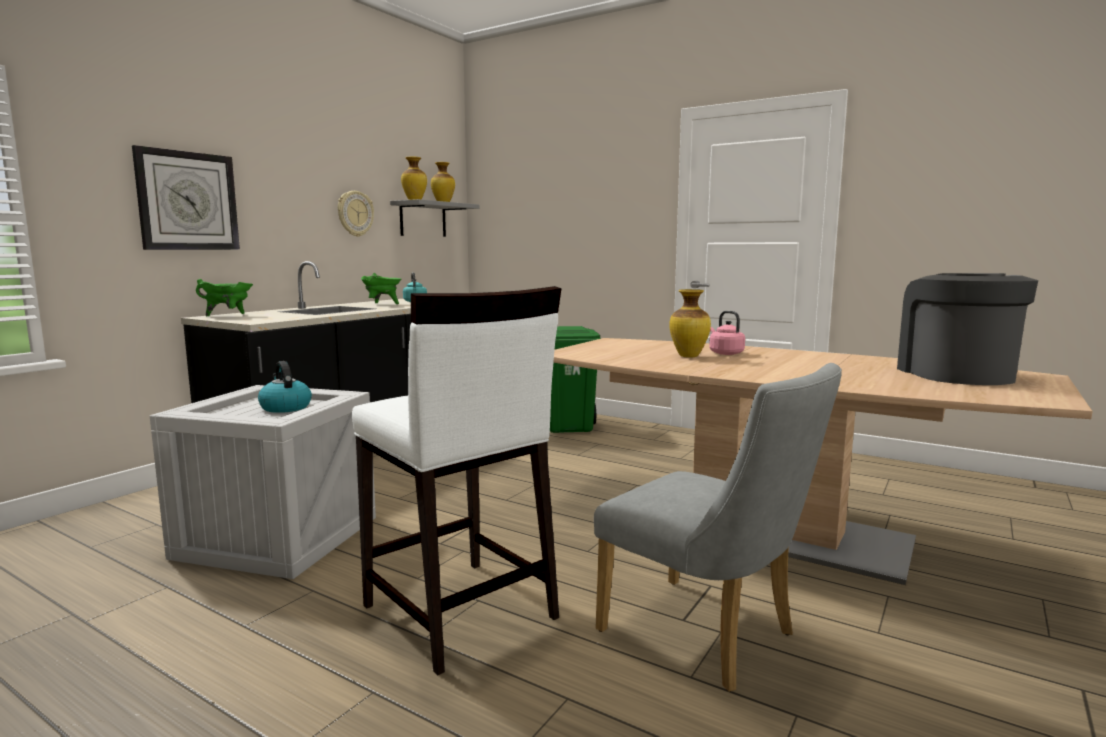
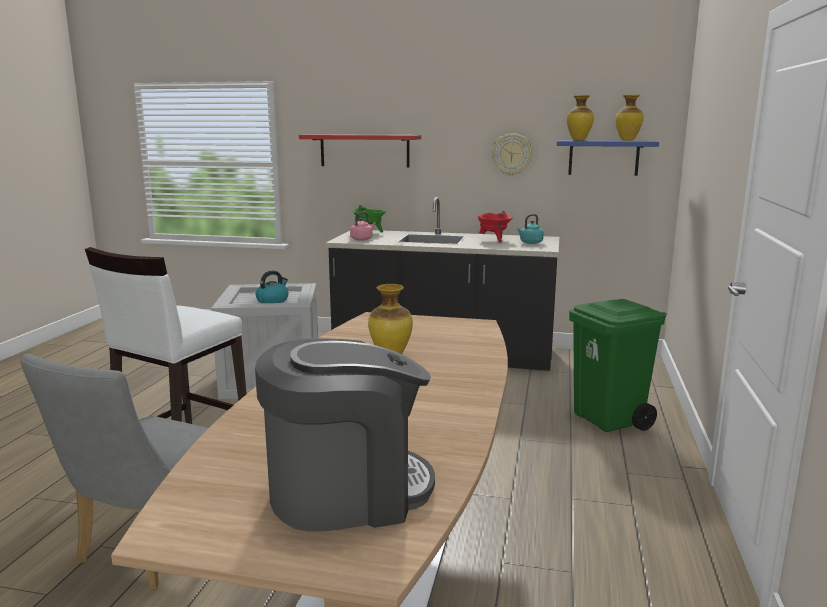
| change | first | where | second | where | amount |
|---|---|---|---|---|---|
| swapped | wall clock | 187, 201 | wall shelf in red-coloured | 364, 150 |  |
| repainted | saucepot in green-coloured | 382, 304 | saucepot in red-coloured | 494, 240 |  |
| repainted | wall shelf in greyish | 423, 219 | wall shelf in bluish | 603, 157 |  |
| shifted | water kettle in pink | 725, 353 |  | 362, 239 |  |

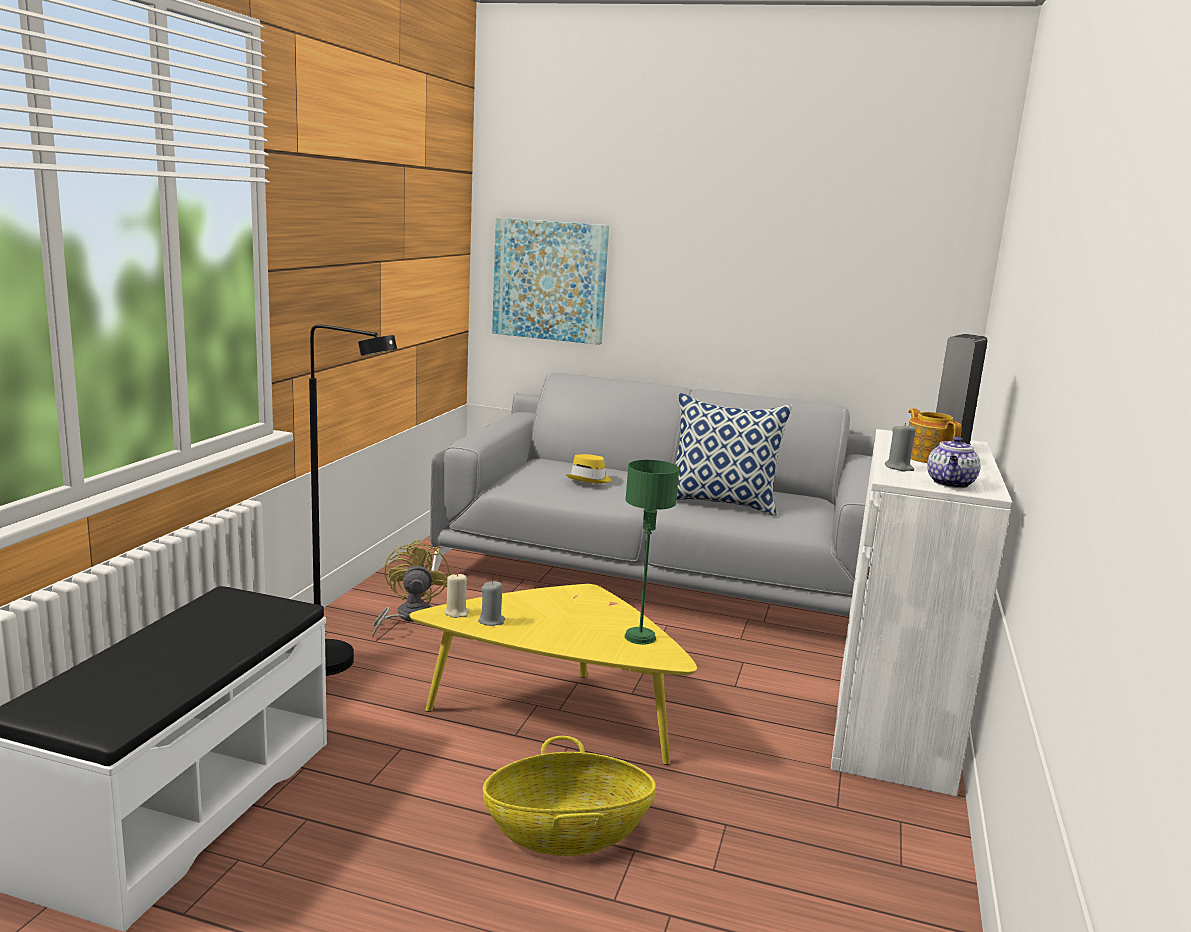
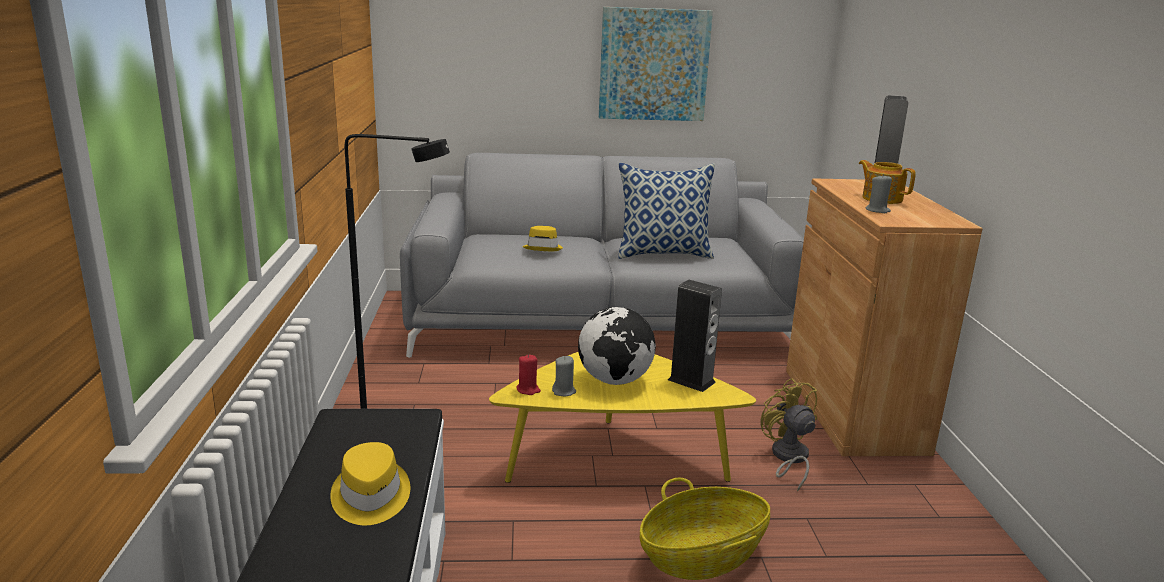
| change | first | where | second | where | amount |
|---|---|---|---|---|---|
| shifted | cooling fan in yellow | 408, 617 |  | 788, 458 |  |
| repainted | wax light in sand-coloured | 456, 613 | wax light in red-coloured | 528, 390 |  |
| shifted | picture | 550, 280 |  | 653, 64 |  |
| swapped | lamp for a table in green-coloured | 640, 637 | loudspeaker | 691, 381 |  |
| repainted | cabinet in whitish | 892, 723 | cabinet in brownish | 853, 409 |  |
| gone | teapot | 951, 484 |  |  |  |
| new |  |  | wearable hat in yellow | 370, 497 |  |
| new |  |  | desk globe | 615, 381 |  |

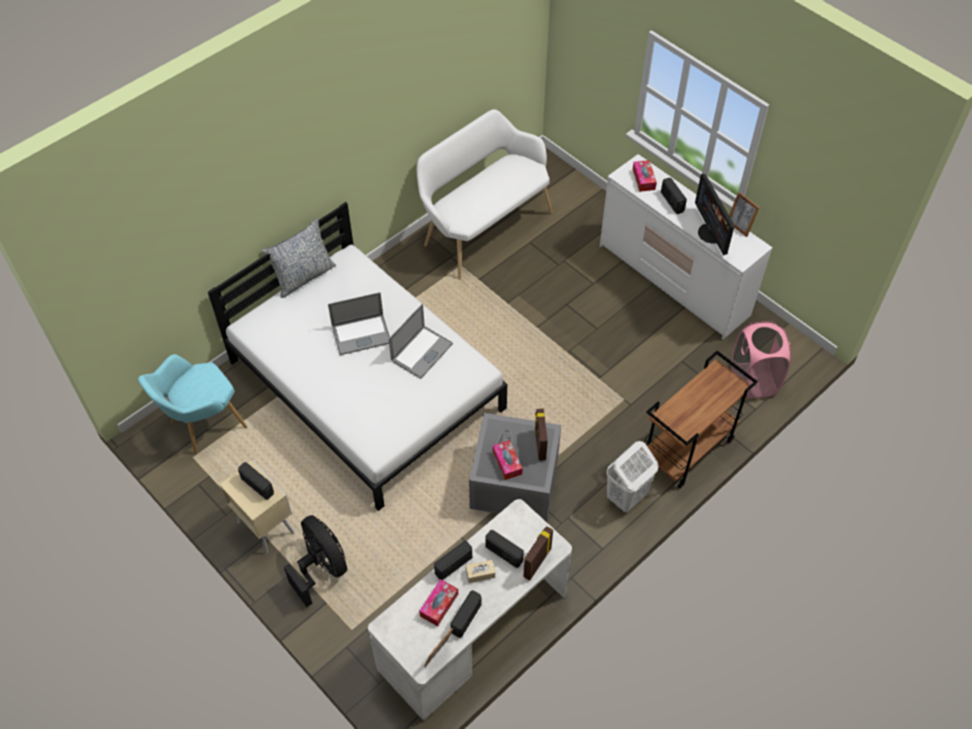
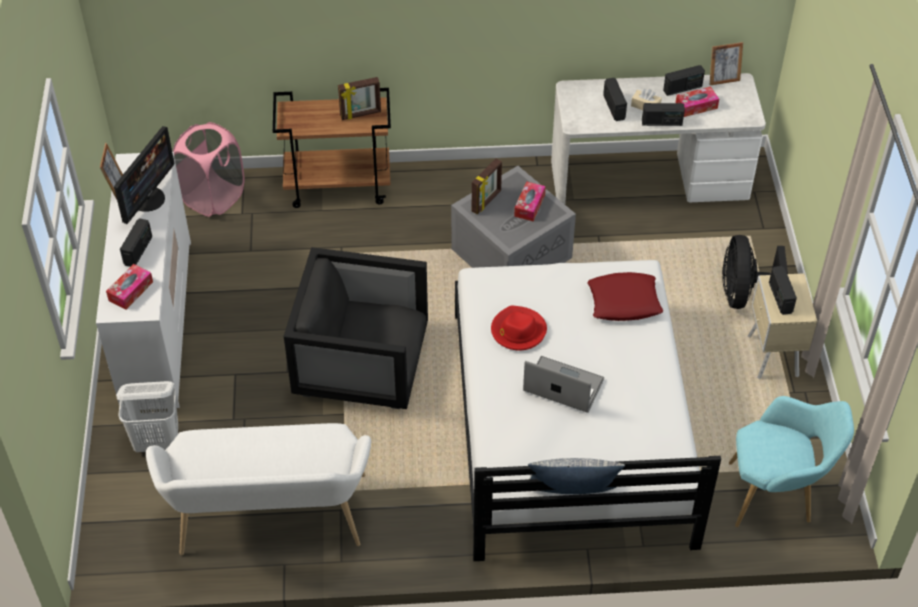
| change | first | where | second | where | amount |
|---|---|---|---|---|---|
| swapped | notebook computer | 422, 352 | wearable hat in red-coloured | 518, 331 |  |
| shifted | standing frame | 536, 562 |  | 360, 114 |  |
| shifted | laundry basket in whitish | 626, 497 |  | 158, 442 |  |
| new |  |  | easy chair in black-coloured | 362, 364 |  |
| new |  |  | throw pillow in red-coloured | 623, 302 |  |

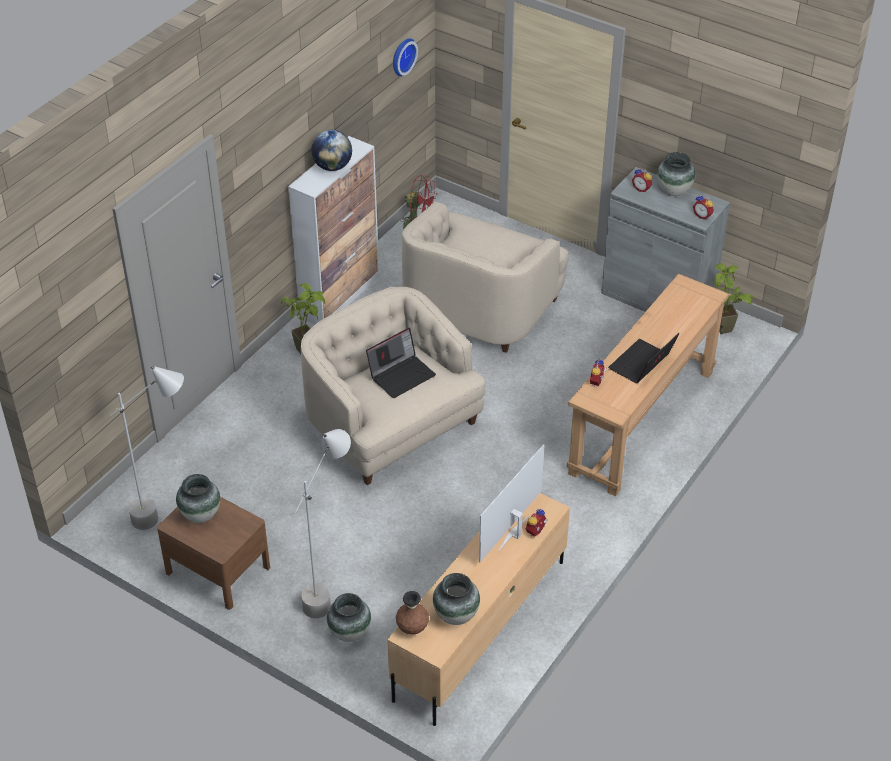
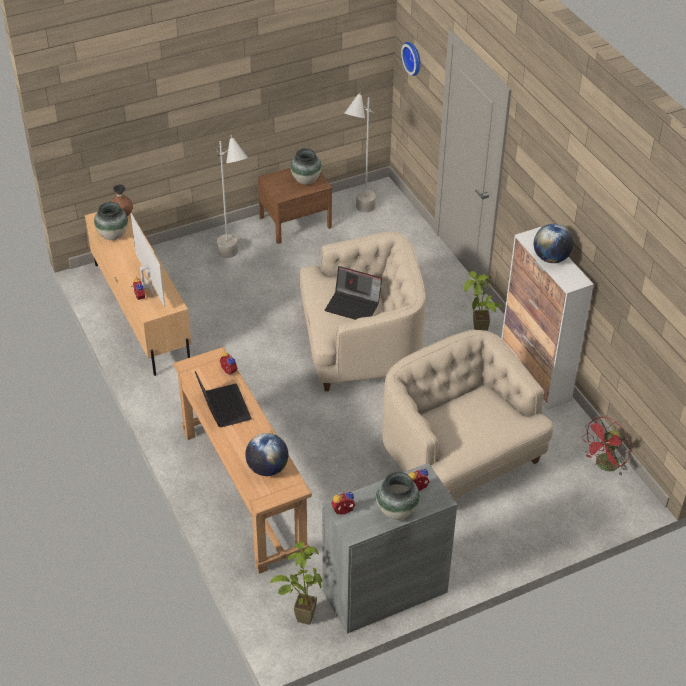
| change | first | where | second | where | amount |
|---|---|---|---|---|---|
| gone | flower vase | 349, 633 |  |  |  |
| rotated | notebook computer | 401, 375 |  | 354, 305 | 60 degrees counterclockwise |
| shifted | wall clock | 402, 56 |  | 413, 58 |  |
| new |  |  | desk globe | 267, 468 |  |

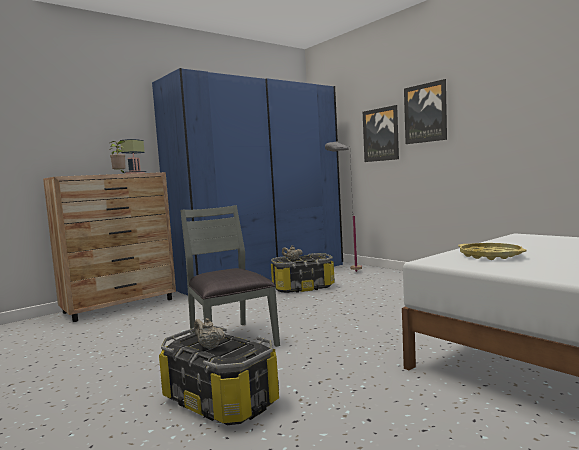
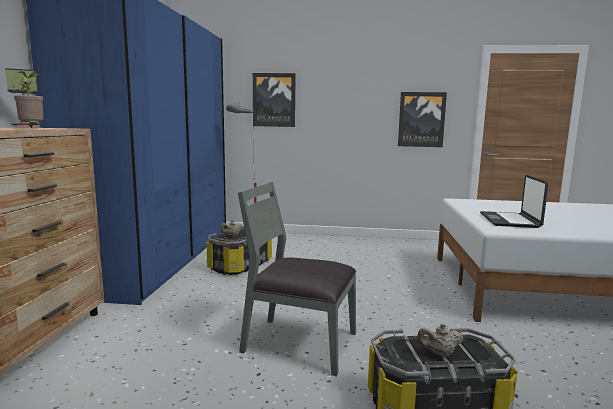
| change | first | where | second | where | amount |
|---|---|---|---|---|---|
| shifted | picture | 425, 113 |  | 421, 119 |  |
| swapped | carrying tray in yellow | 490, 256 | notebook computer | 510, 220 |  |

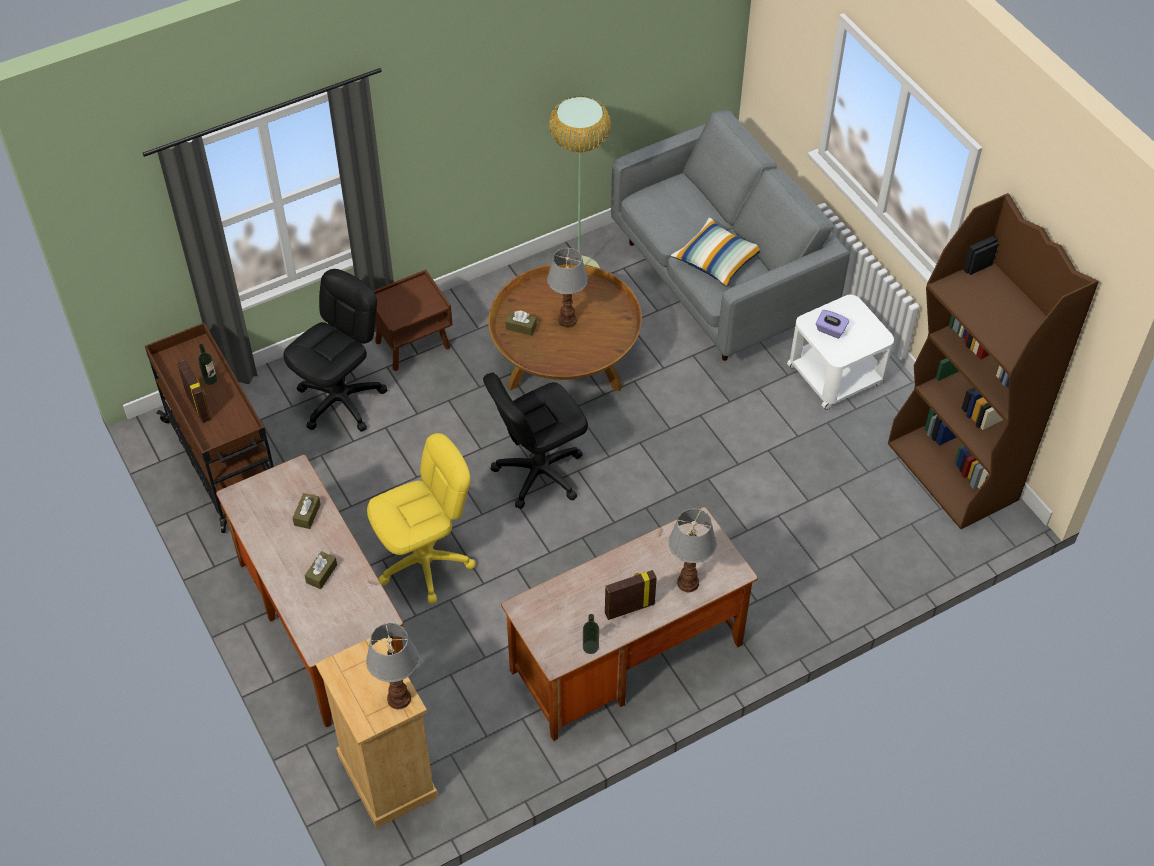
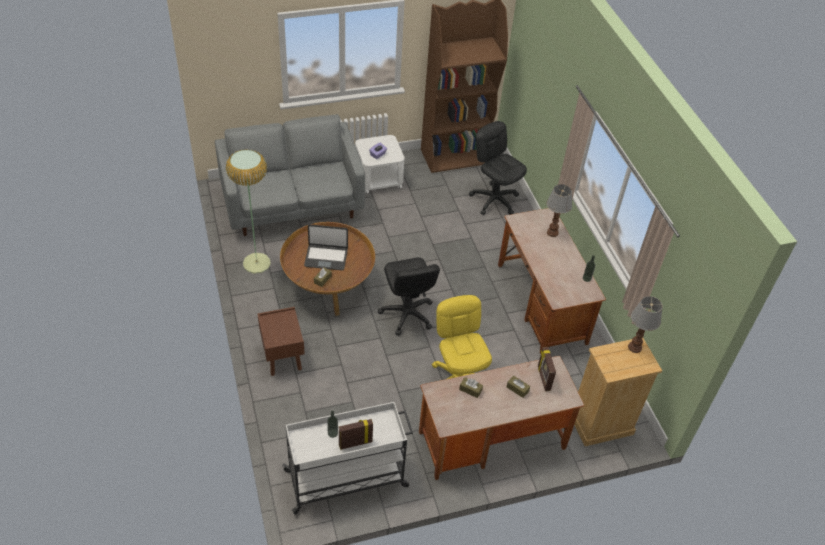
| change | first | where | second | where | amount |
|---|---|---|---|---|---|
| repainted | wheeled cart in brownish | 225, 463 | wheeled cart in whitish | 347, 478 |  |
| shifted | desk chair in black-coloured | 341, 401 |  | 494, 200 |  |
| swapped | lamp for a table | 568, 321 | notebook computer | 326, 257 |  |
| shifted | standing frame | 629, 608 |  | 543, 378 |  |
| gone | throw pillow | 717, 260 |  |  |  |

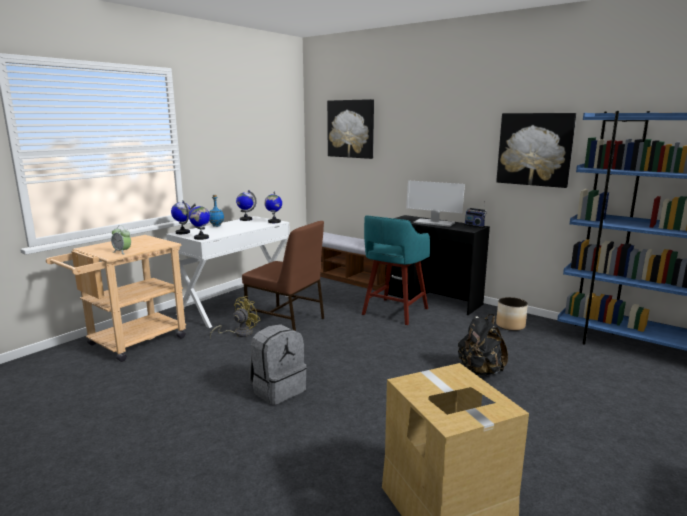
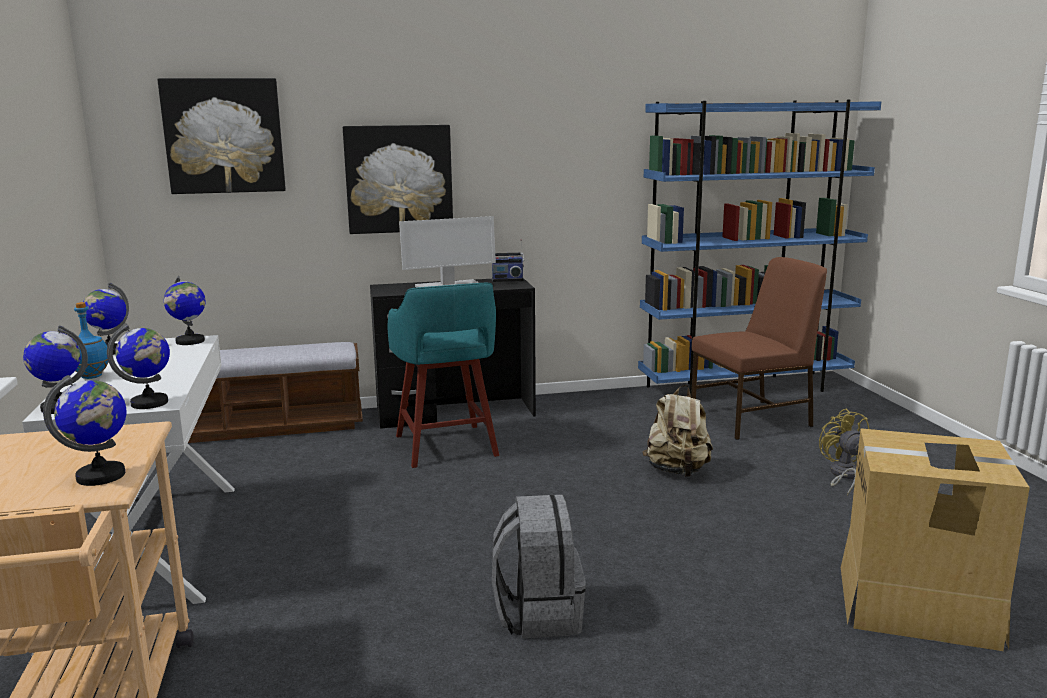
| change | first | where | second | where | amount |
|---|---|---|---|---|---|
| swapped | alarm clock | 122, 252 | desk globe | 101, 476 |  |
| shifted | cooling fan in yellow | 239, 333 |  | 843, 475 |  |
| shifted | plain chair in brownish | 286, 322 |  | 753, 419 |  |
| repainted | knapsack in black-coloured | 479, 372 | knapsack in sand-coloured | 677, 471 |  |
| shifted | picture | 534, 149 |  | 399, 179 |  |
| gone | plant pot | 510, 325 |  |  |  |

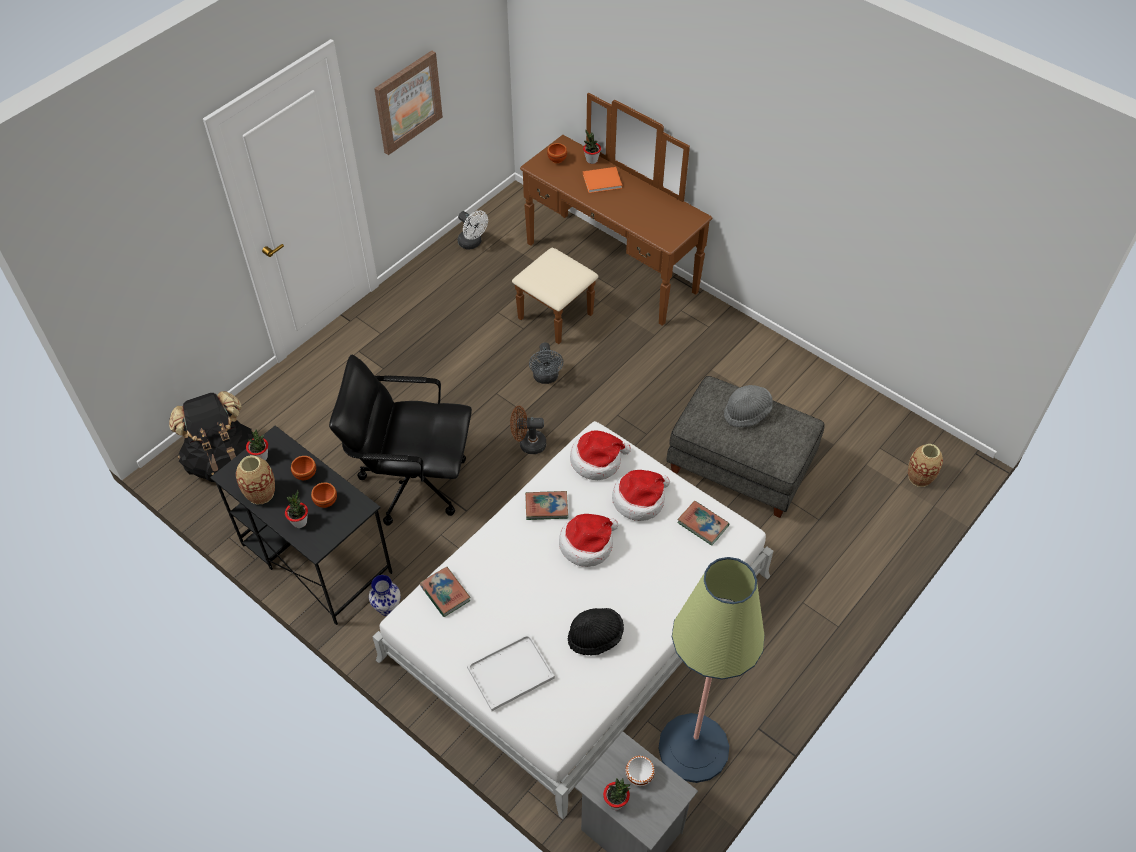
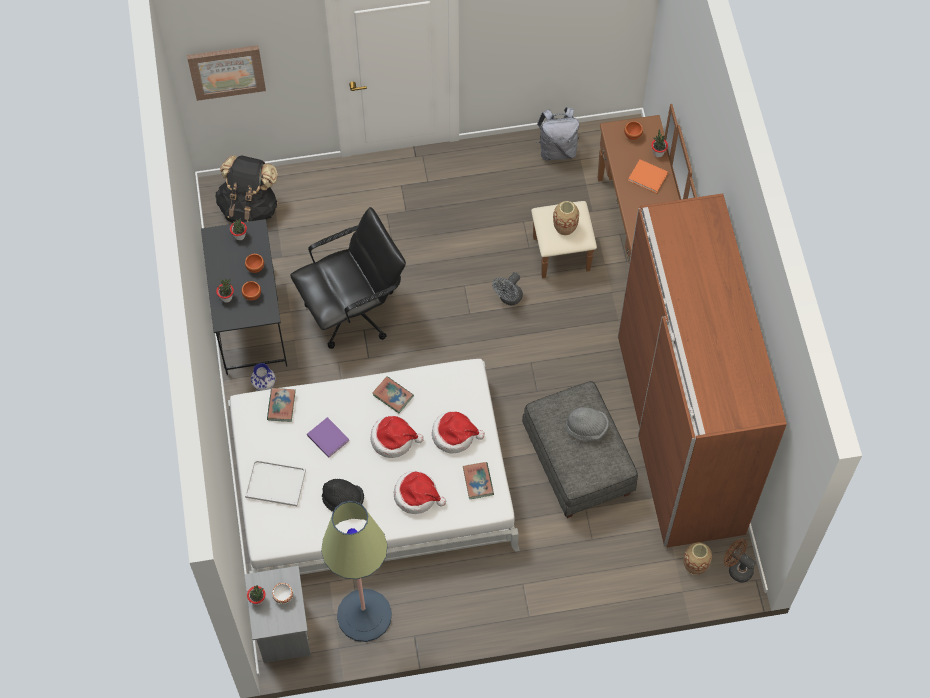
| change | first | where | second | where | amount |
|---|---|---|---|---|---|
| shifted | flower vase | 260, 493 |  | 565, 227 |  |
| rotated | desk chair in black-coloured | 413, 481 |  | 353, 311 | 105 degrees clockwise |
| shifted | picture | 407, 102 |  | 226, 71 |  |
| swapped | cooling fan in whitish | 472, 243 | knapsack in greyish | 557, 150 |  |
| shifted | cooling fan in brownish | 528, 444 |  | 737, 568 |  |
| shifted | wearable hat | 597, 460 |  | 417, 495 |  |
| new |  |  | volume in purple | 327, 437 |  |
| new |  |  | wardrobe in brownish | 679, 434 |  |

